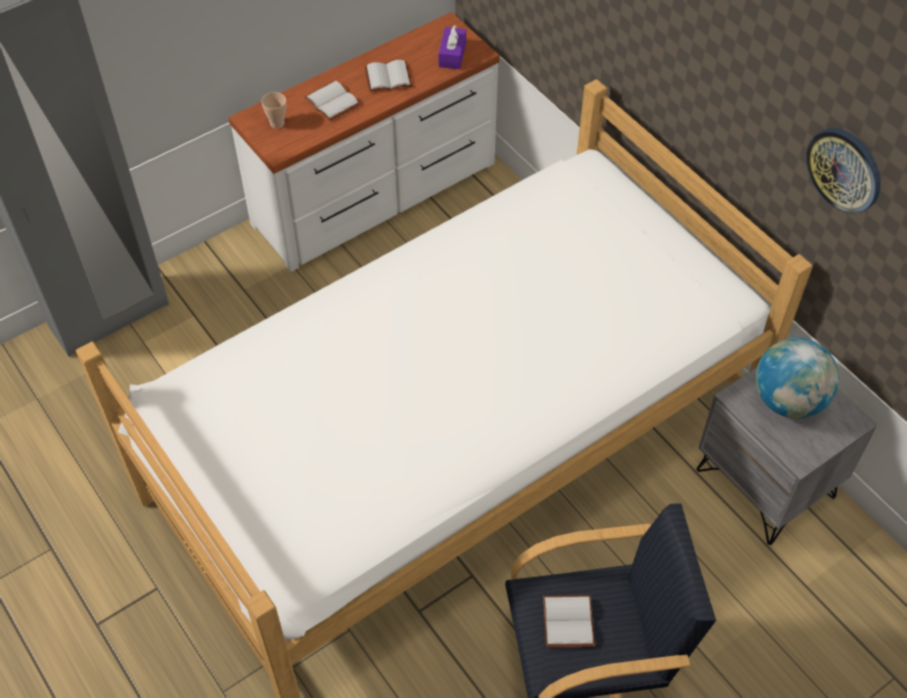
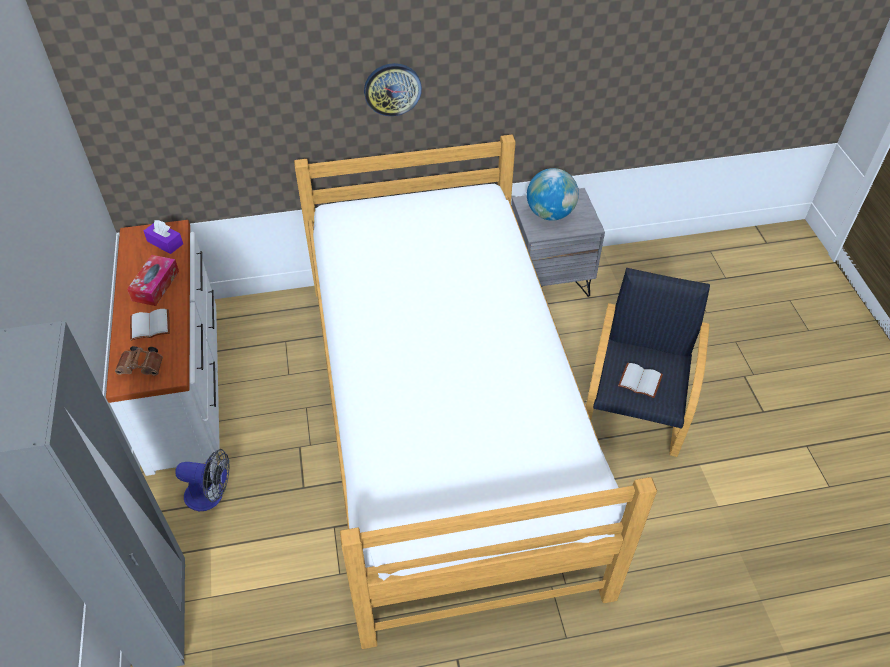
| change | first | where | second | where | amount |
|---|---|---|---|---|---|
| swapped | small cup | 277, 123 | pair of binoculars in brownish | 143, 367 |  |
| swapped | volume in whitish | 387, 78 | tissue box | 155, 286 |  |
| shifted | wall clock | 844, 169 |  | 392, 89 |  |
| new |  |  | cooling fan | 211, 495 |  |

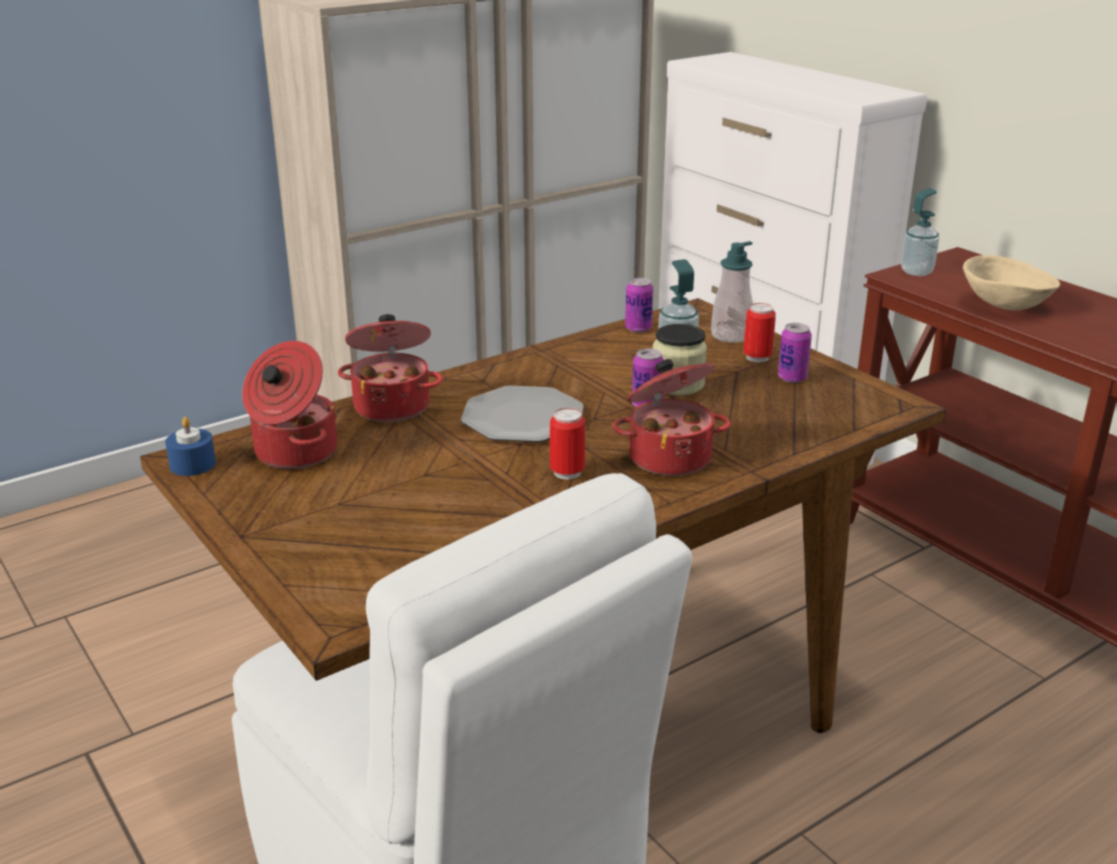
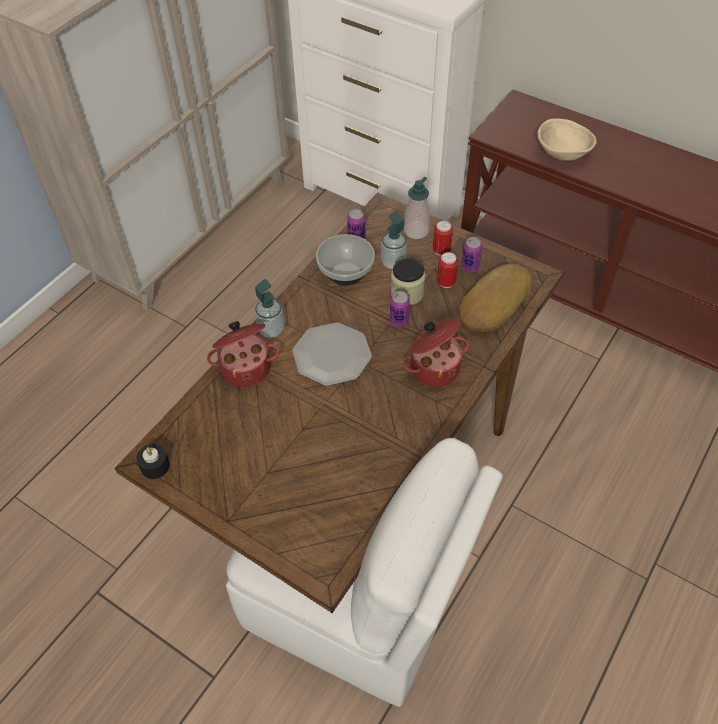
| change | first | where | second | where | amount |
|---|---|---|---|---|---|
| repainted | wax light in bluish | 192, 464 | wax light in black-coloured | 155, 466 |  |
| gone | saucepot | 294, 452 |  |  |  |
| shifted | metal can | 567, 472 |  | 446, 282 |  |
| shifted | soap dispenser | 916, 272 |  | 271, 330 |  |
| new |  |  | bowl | 346, 275 |  |
| new |  |  | baked bread | 493, 302 |  |

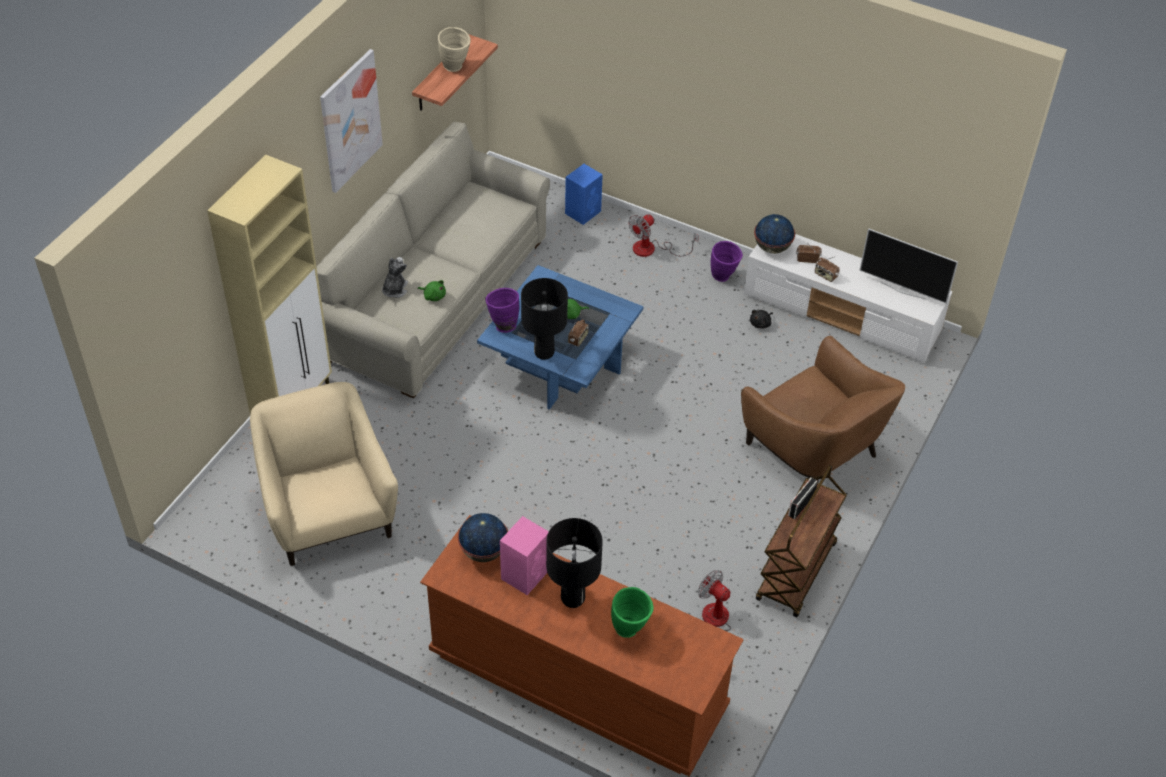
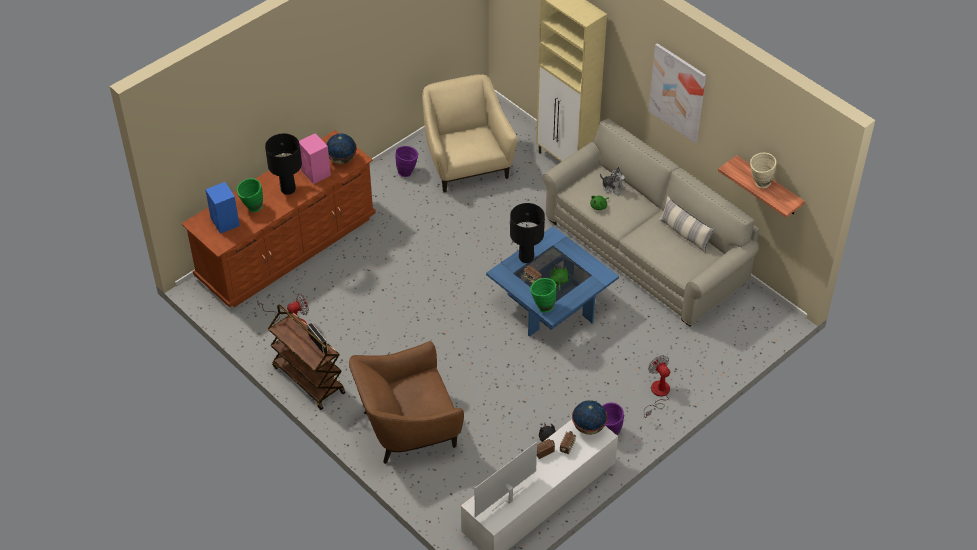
| change | first | where | second | where | amount |
|---|---|---|---|---|---|
| rotated | easy chair in sand-coloured | 328, 513 |  | 467, 163 | 105 degrees counterclockwise |
| shifted | flower vase in purple | 502, 324 |  | 407, 172 |  |
| shifted | loudspeaker in bluish | 583, 212 |  | 225, 222 |  |
| new |  |  | flower vase in green-coloured | 542, 306 |  |
| new |  |  | throw pillow | 684, 234 |  |

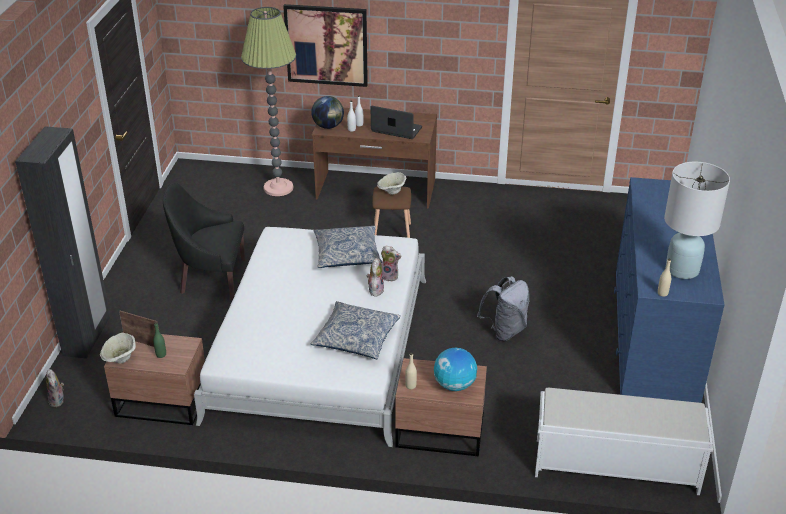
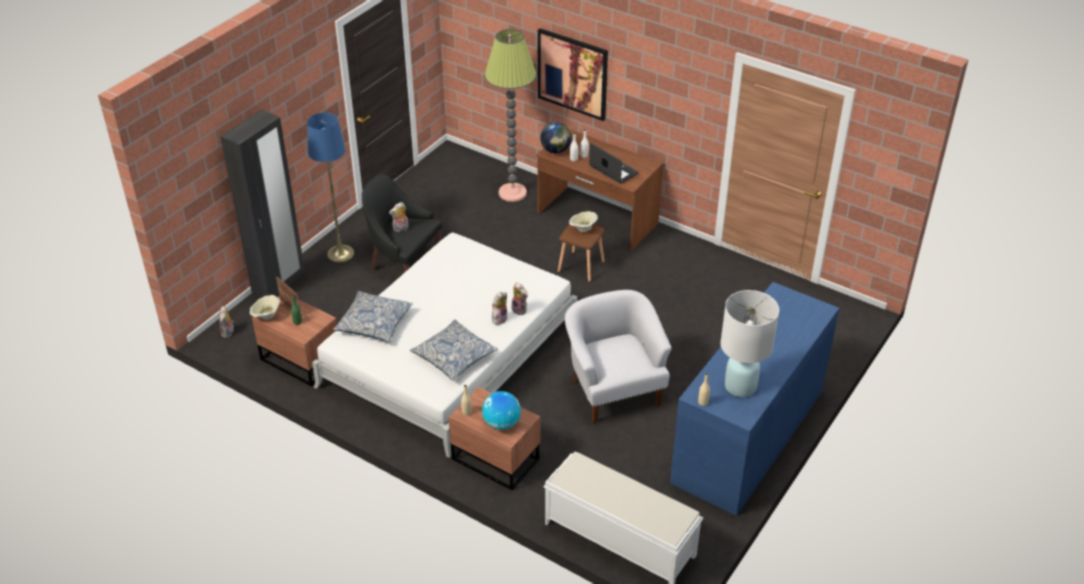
| change | first | where | second | where | amount |
|---|---|---|---|---|---|
| shifted | throw pillow | 347, 254 |  | 374, 323 |  |
| swapped | knapsack in greyish | 504, 331 | easy chair in whitish | 614, 389 |  |
| new |  |  | standing lamp in bluish | 340, 253 |  |
| new |  |  | soft toy | 400, 229 |  |

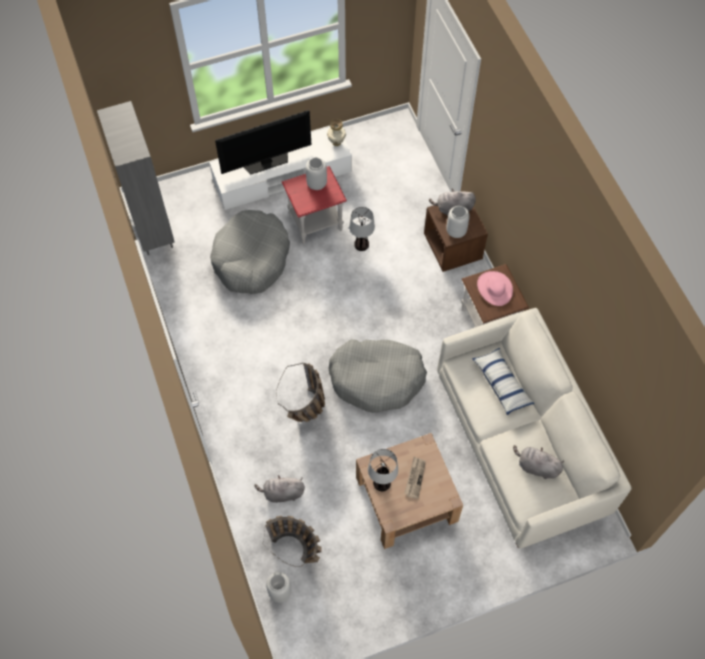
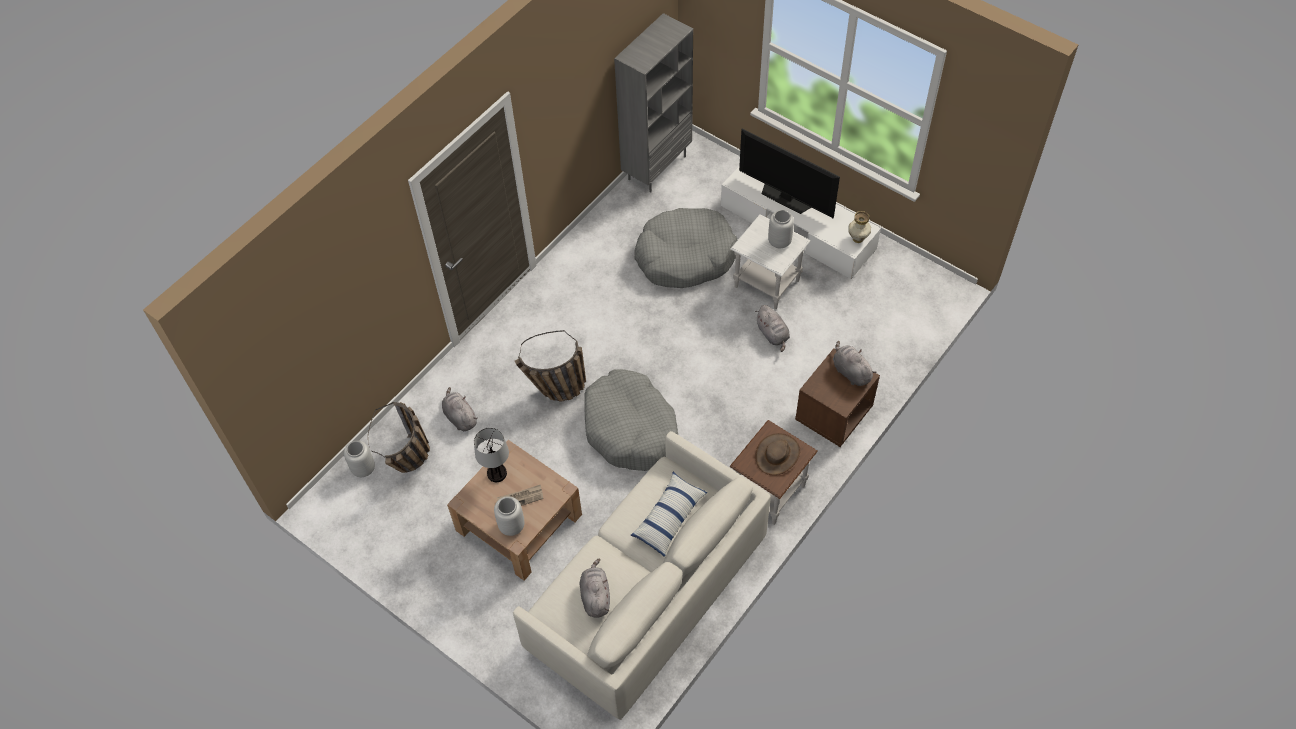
| change | first | where | second | where | amount |
|---|---|---|---|---|---|
| repainted | accent table in red-coloured | 315, 223 | accent table in whitish | 766, 283 |  |
| swapped | lamp for a table | 361, 244 | soft toy in greyish | 773, 334 |  |
| shifted | flower vase in greyish | 456, 231 |  | 512, 526 |  |
| repainted | wearable hat in pink | 494, 288 | wearable hat in brownish | 777, 455 |  |

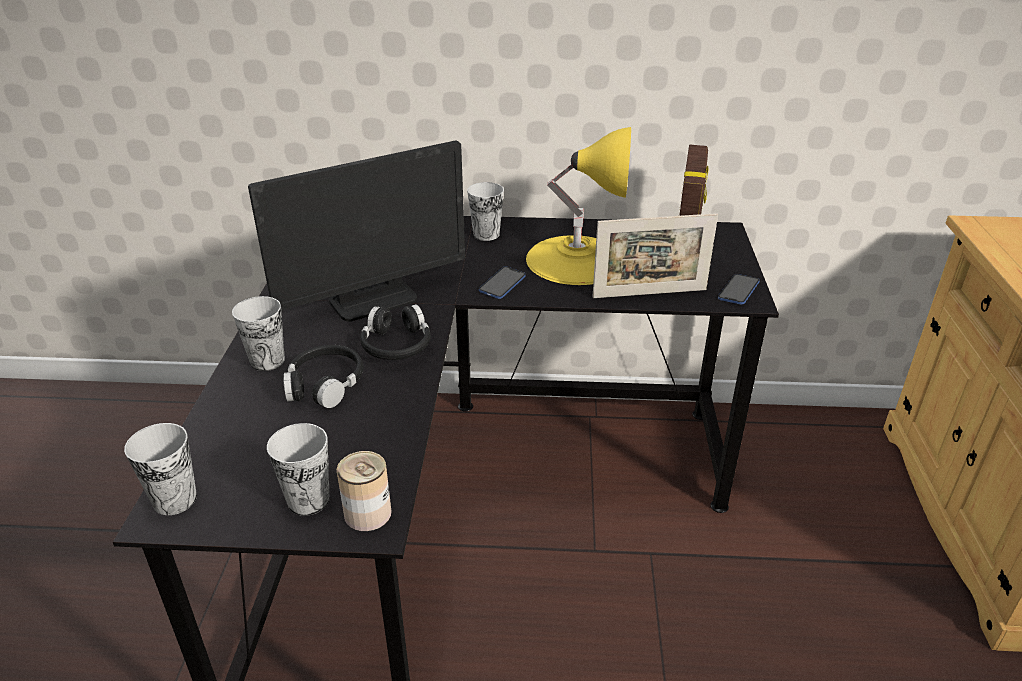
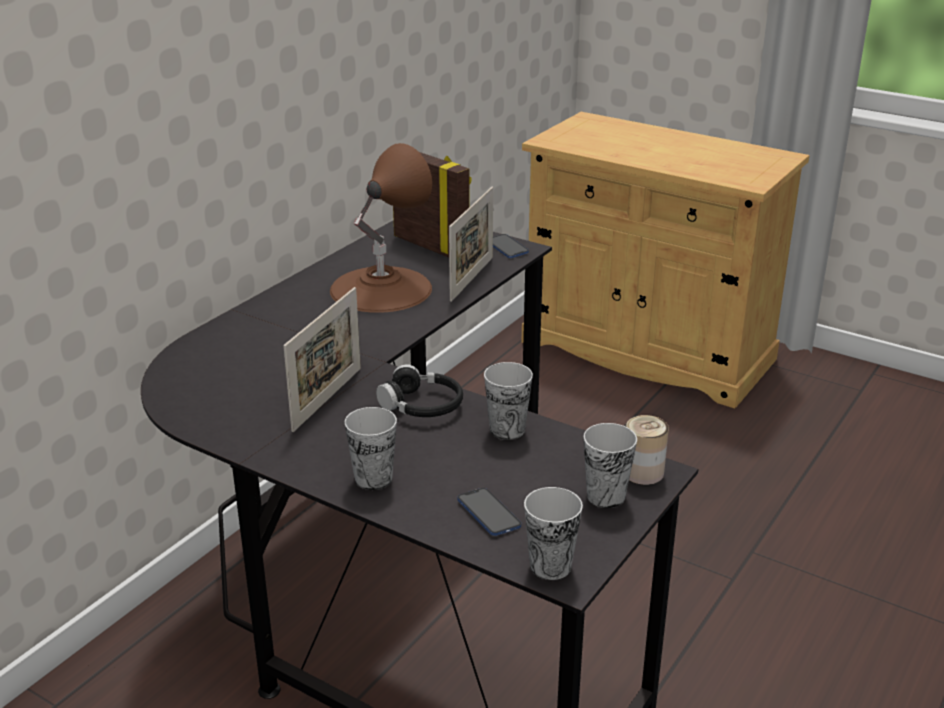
| change | first | where | second | where | amount |
|---|---|---|---|---|---|
| swapped | monitor | 373, 299 | standing frame | 327, 399 |  |
| gone | pair of headphones in black-coloured | 325, 384 |  |  |  |
| shifted | small cup | 486, 234 |  | 507, 430 |  |
| shifted | phone | 502, 284 |  | 488, 513 |  |
| repainted | lamp for a table in yellow | 576, 259 | lamp for a table in brownish | 381, 288 |  |

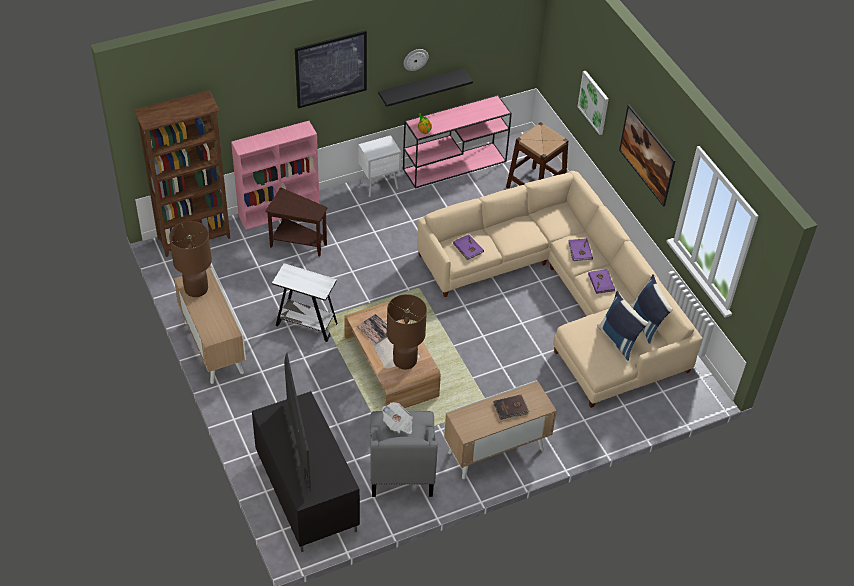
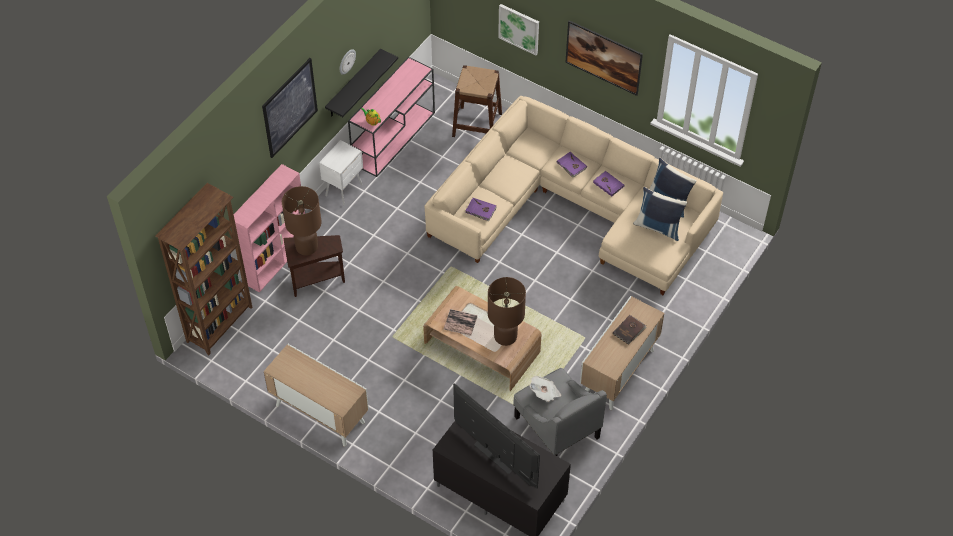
| change | first | where | second | where | amount |
|---|---|---|---|---|---|
| shifted | lamp for a table in brownish | 196, 289 |  | 307, 247 |  |
| gone | accent table in whitish | 306, 324 |  |  |  |

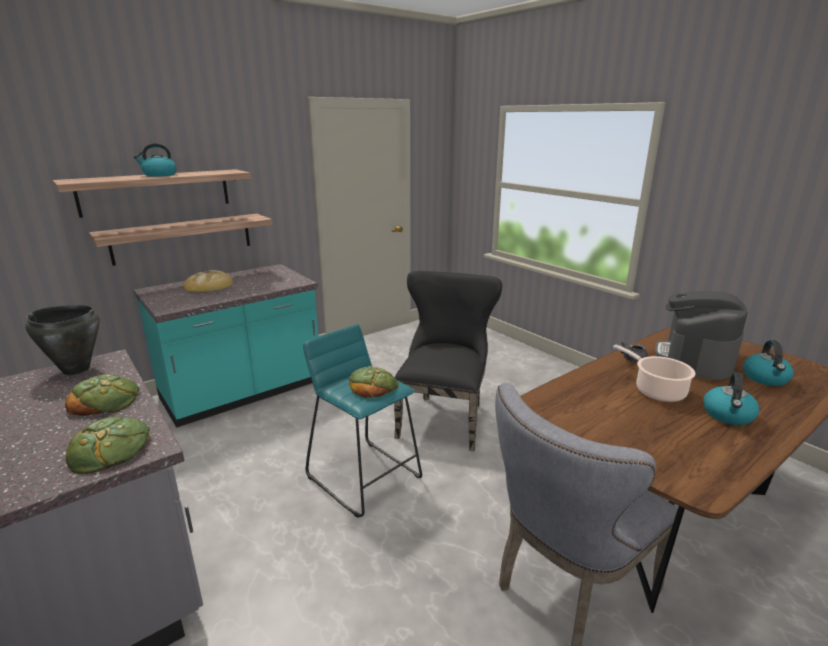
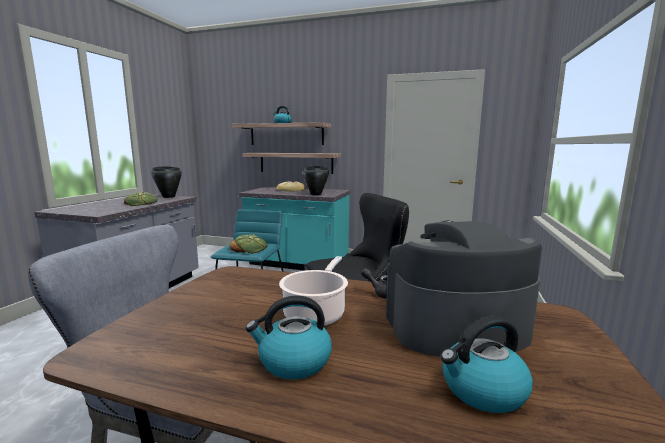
| change | first | where | second | where | amount |
|---|---|---|---|---|---|
| gone | baked bread | 110, 449 |  |  |  |
| new |  |  | saucepot in black-coloured | 316, 194 |  |

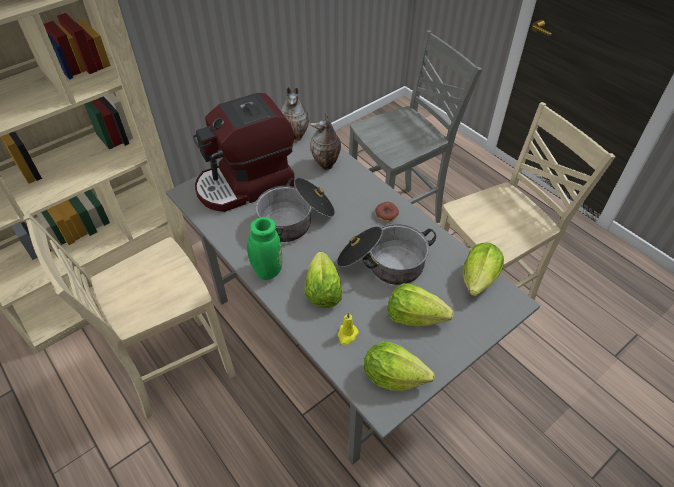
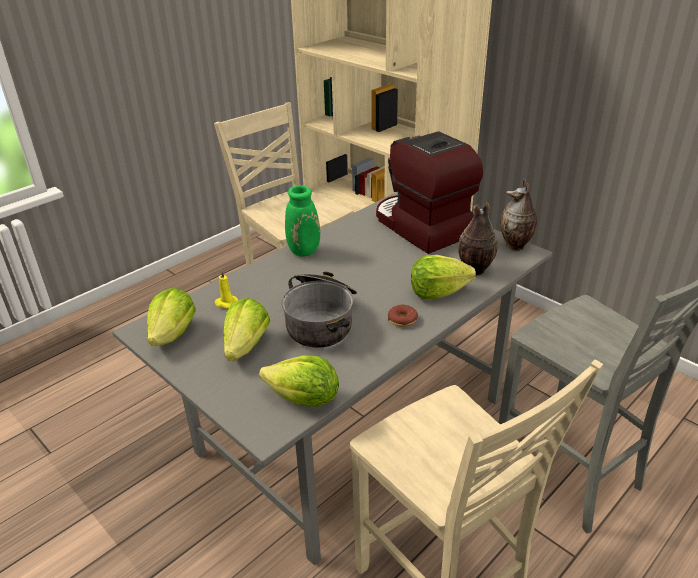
| change | first | where | second | where | amount |
|---|---|---|---|---|---|
| gone | saucepot | 296, 220 |  |  |  |
| shifted | lettuce head | 323, 291 |  | 438, 292 |  |

